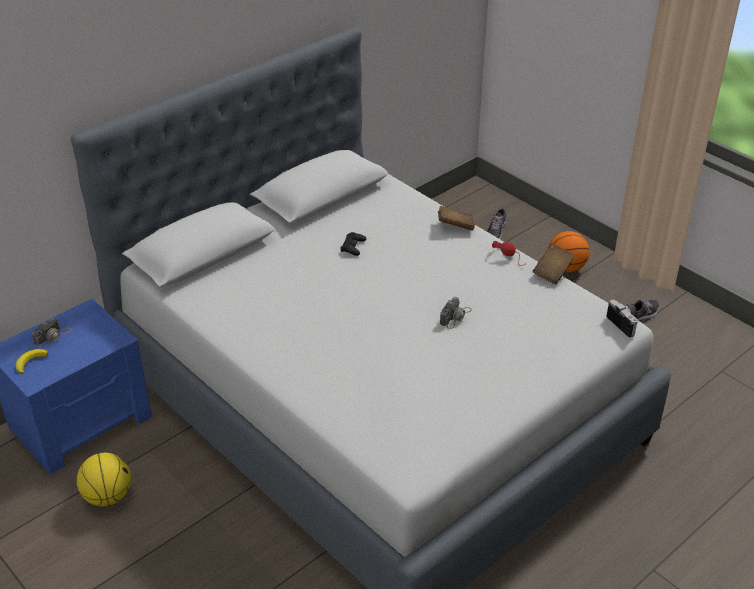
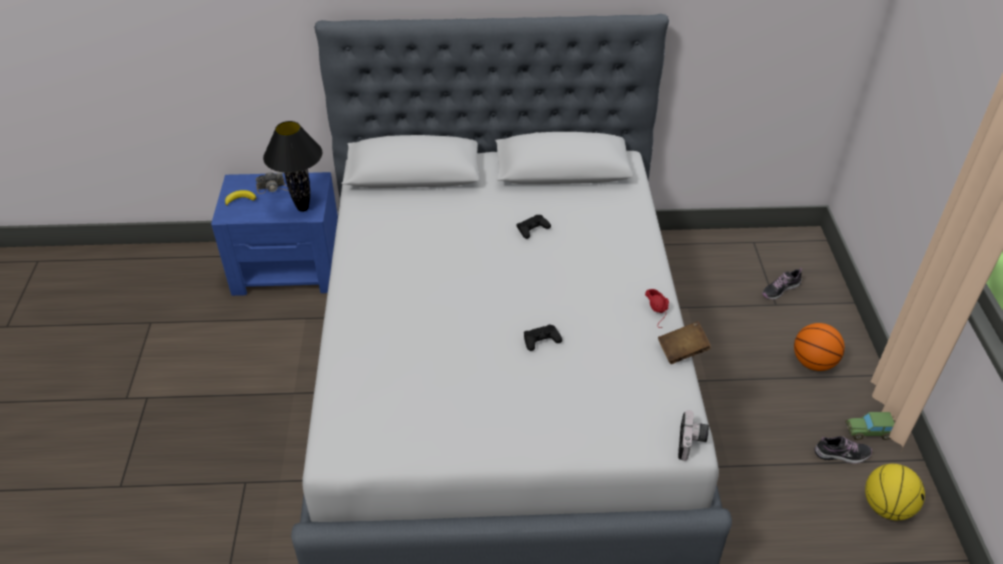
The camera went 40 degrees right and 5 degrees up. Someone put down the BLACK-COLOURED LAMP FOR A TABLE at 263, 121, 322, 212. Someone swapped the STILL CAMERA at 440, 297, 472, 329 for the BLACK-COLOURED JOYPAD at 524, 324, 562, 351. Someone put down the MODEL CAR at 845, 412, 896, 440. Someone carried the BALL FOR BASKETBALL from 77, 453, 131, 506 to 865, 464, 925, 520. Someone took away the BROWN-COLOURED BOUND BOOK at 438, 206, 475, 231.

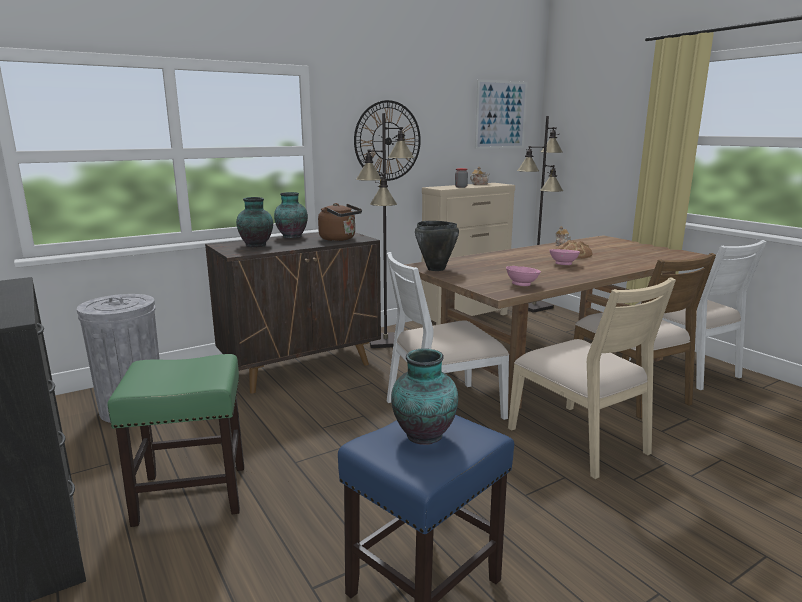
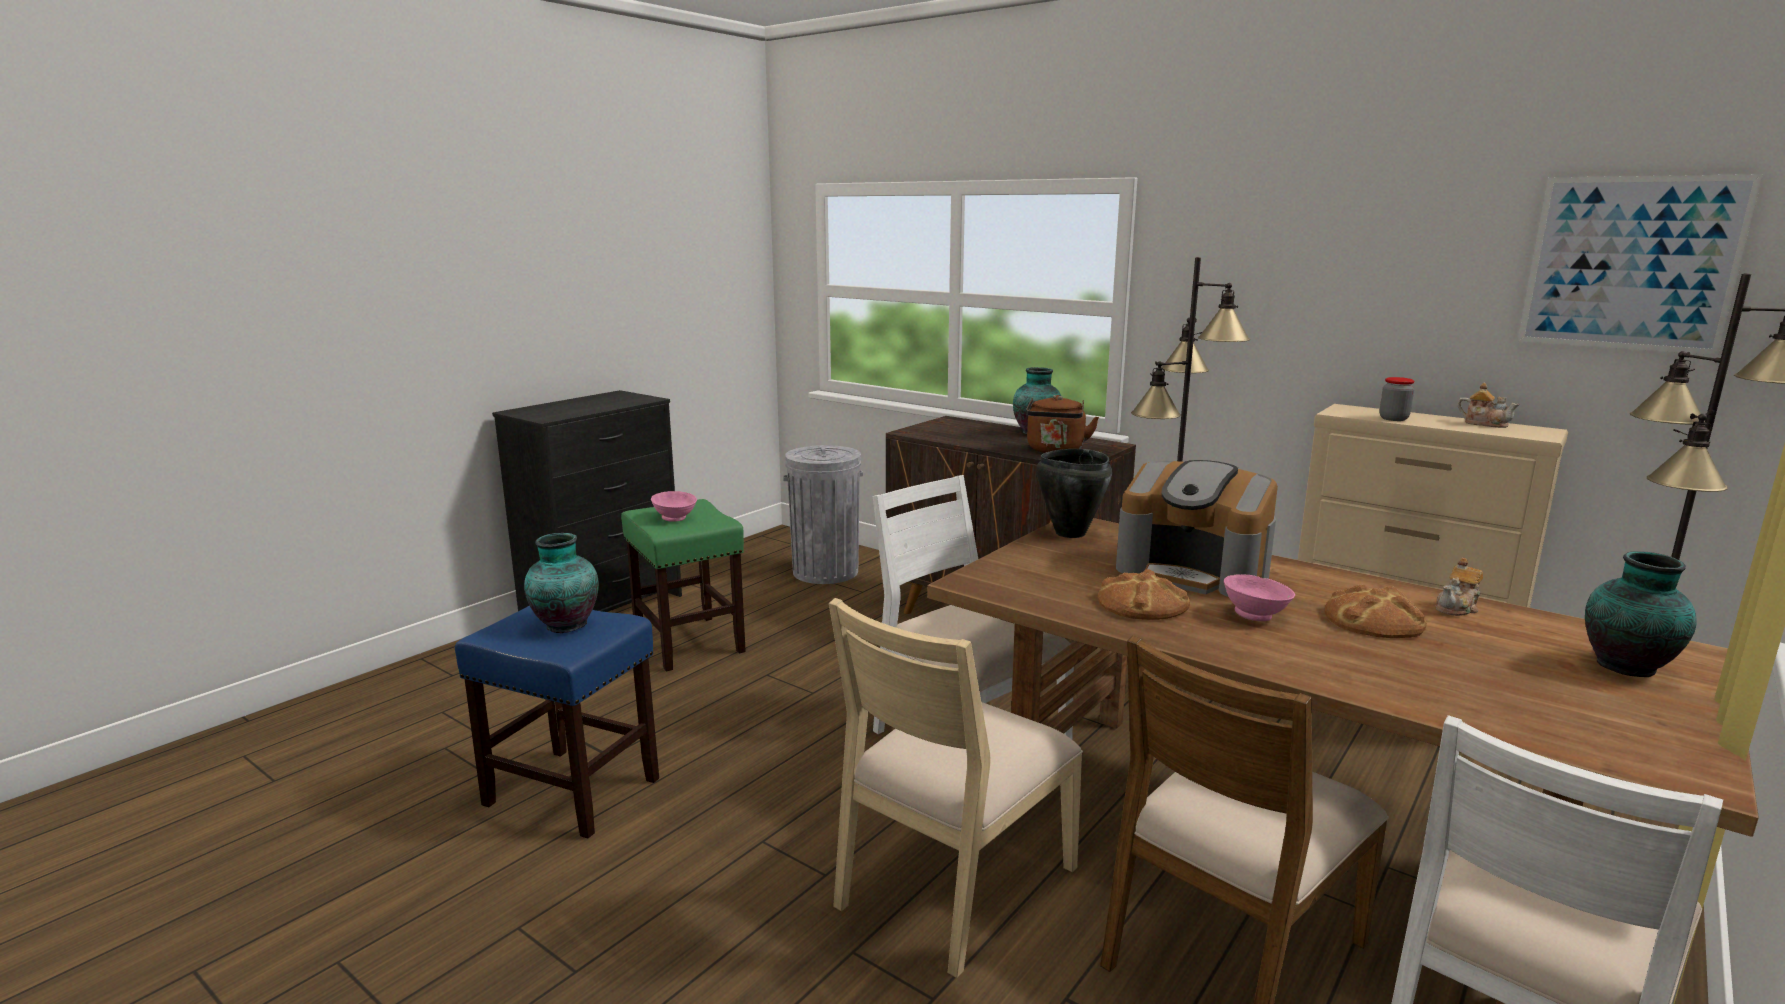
The camera went 70 degrees right and 0 degrees up. Someone carried the PINKISH SERVING BOWL from 506, 266, 541, 286 to 651, 491, 697, 522. Someone put down the BAKERY BREAD at 1098, 569, 1190, 620. Someone put down the COFFEE MACHINE at 1116, 460, 1278, 597. Someone carried the DECORATIVE VASE from 236, 197, 273, 247 to 1585, 551, 1697, 677. Someone took away the CLOCK ON THE WALL at 354, 100, 421, 181.

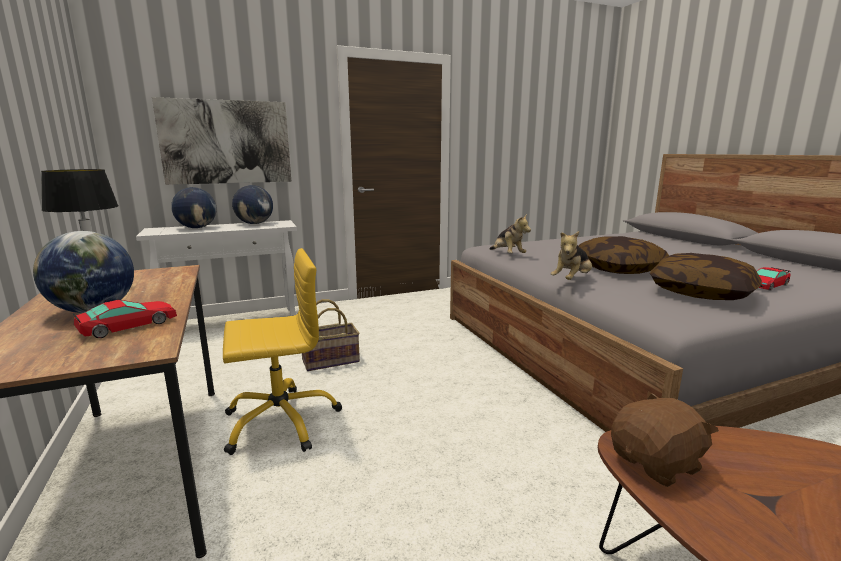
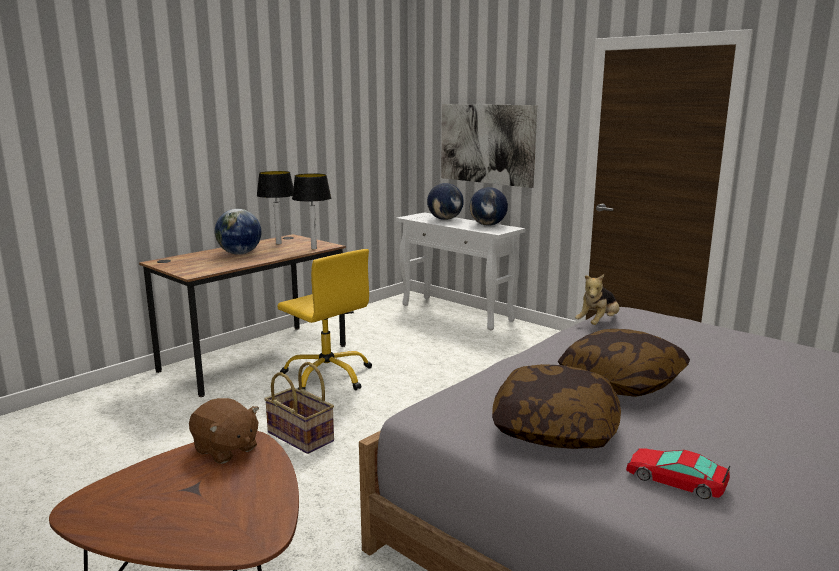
The camera went 65 degrees right and 0 degrees up. Someone carried the STORAGE BASKET from 302, 299, 360, 371 to 264, 362, 334, 454. Someone put down the LAMP FOR A TABLE at 292, 173, 331, 249. Someone took away the MODEL CAR at 72, 300, 177, 338. Someone took away the PLUSH TOY at 551, 231, 592, 280.

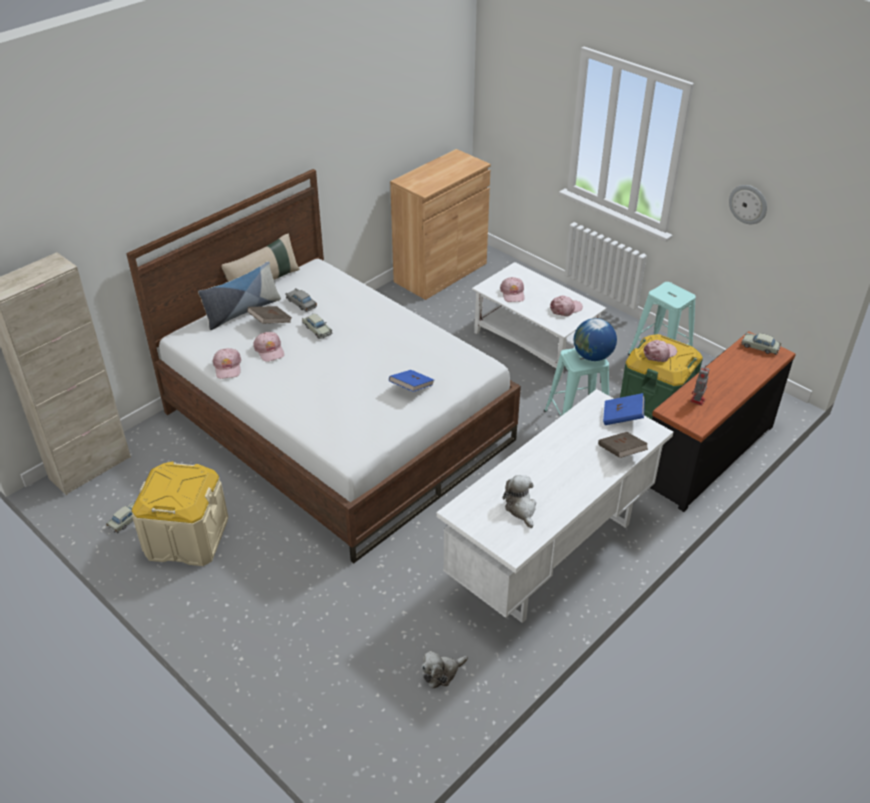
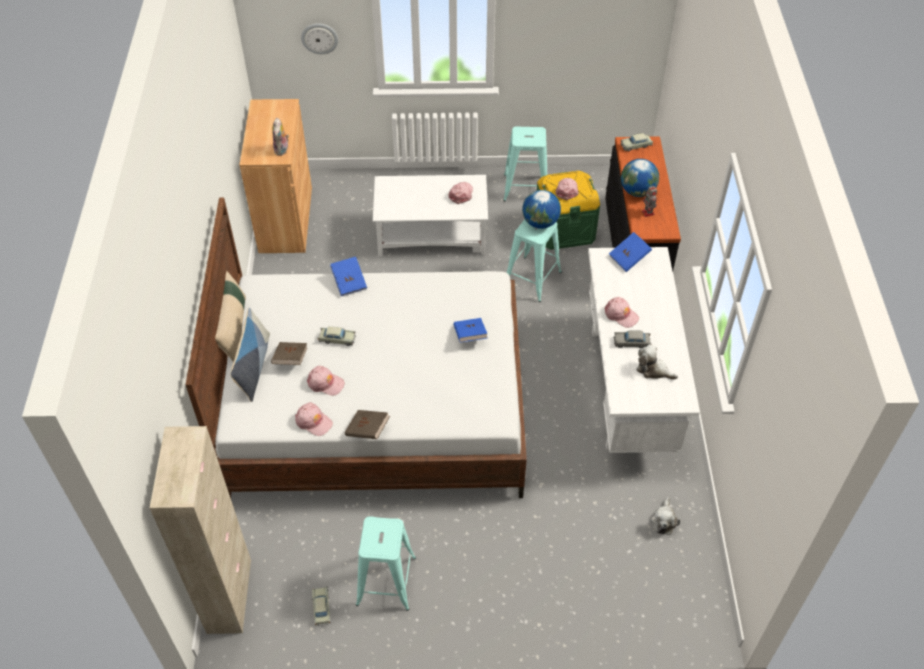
The camera went 45 degrees left and 10 degrees up. Someone put down the PLUSH TOY at 272, 118, 289, 156. Someone carried the CLOCK ON THE WALL from 729, 185, 767, 224 to 301, 23, 338, 54. Someone put down the BLUE BOUND BOOK at 330, 257, 367, 296. Someone carried the BROWN-COLOURED BOUND BOOK from 598, 432, 648, 458 to 345, 410, 390, 439. Someone swapped the BEIGE STORAGE BIN at 132, 462, 228, 566 for the BLUE-GREEN SITTING STOOL at 356, 516, 416, 611. Someone carried the PINKISH CAP from 500, 277, 524, 302 to 605, 297, 639, 328. Someone carried the GREY MODEL CAR from 285, 288, 317, 312 to 614, 330, 652, 348. Someone put down the WORLD GLOBE at 621, 159, 659, 197.

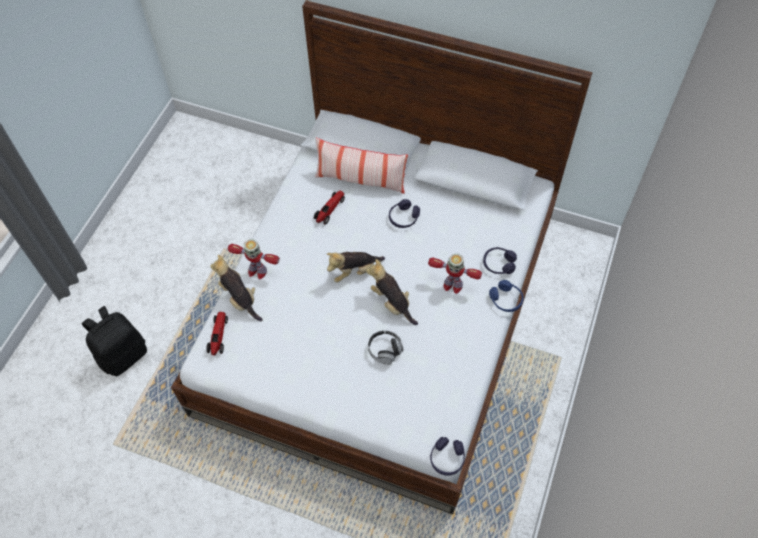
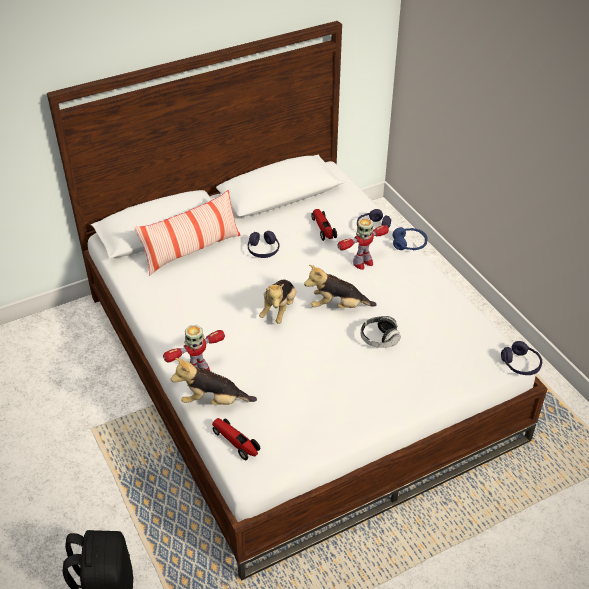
The camera went 50 degrees left and 15 degrees down. Someone carried the MODEL CAR from 314, 191, 345, 225 to 311, 209, 337, 241.

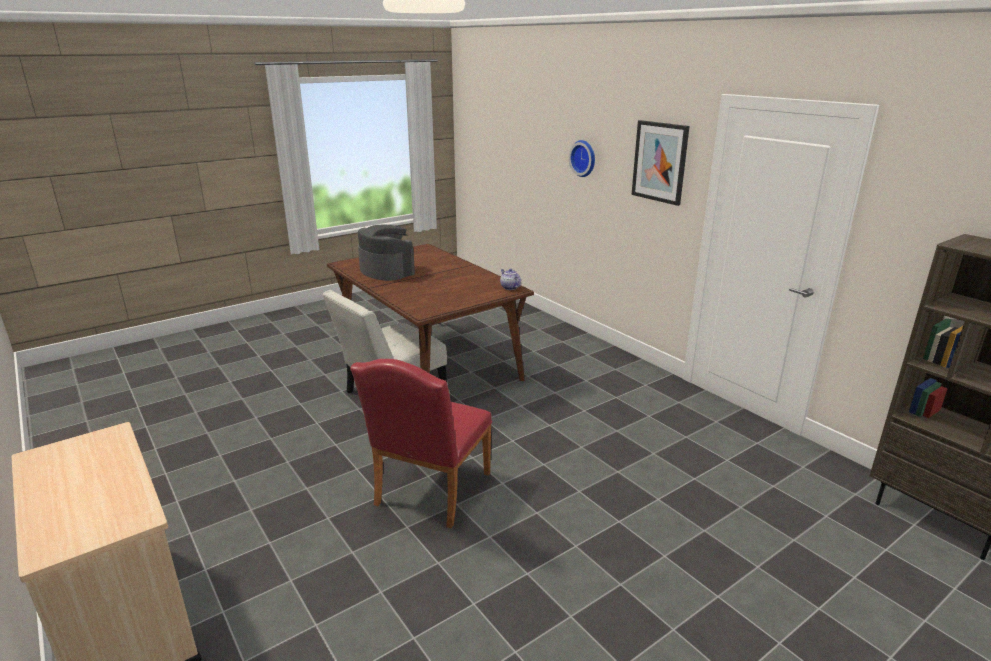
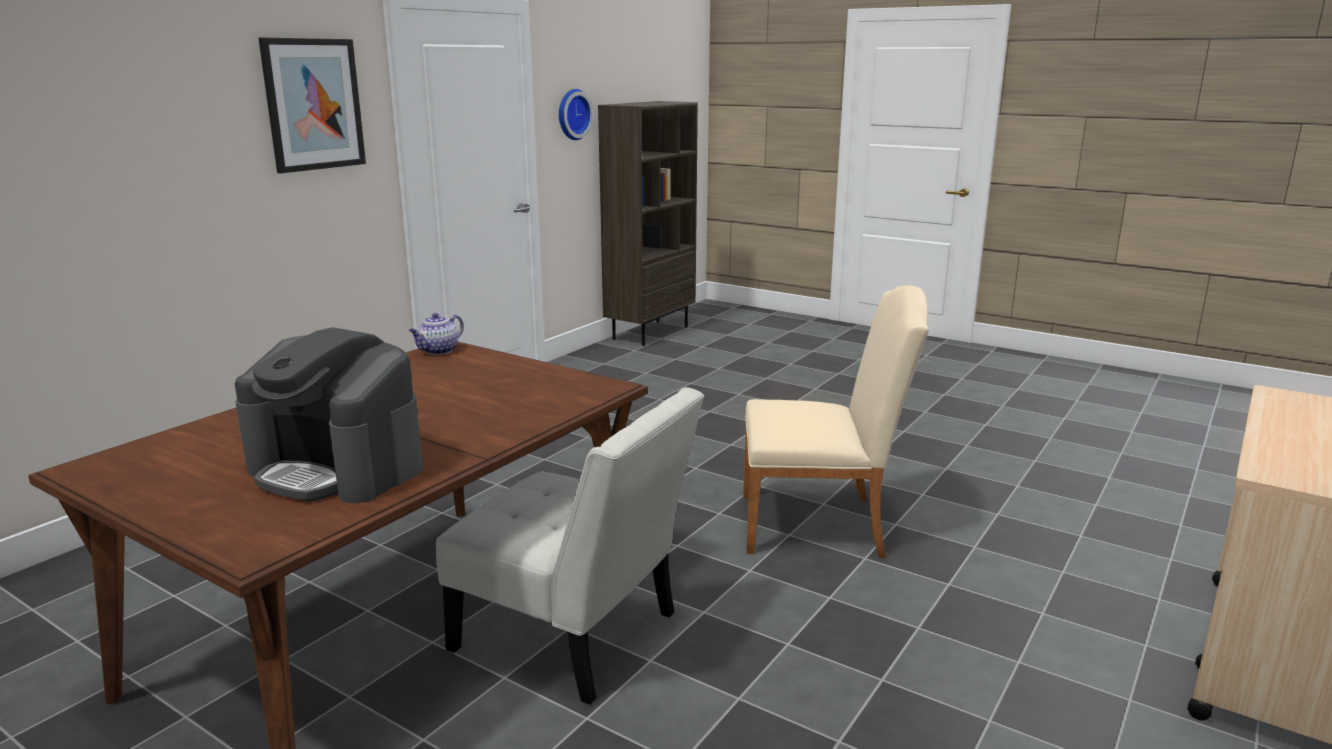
The camera went 110 degrees left and 5 degrees down. Someone rotated the COFFEE MACHINE at 358, 225, 415, 281 by 90 degrees counterclockwise. Someone carried the CLOCK ON THE WALL from 569, 140, 595, 177 to 559, 89, 593, 140. Someone repainted the RED PLAIN CHAIR at 350, 359, 492, 528, which became the BEIGE PLAIN CHAIR at 743, 285, 929, 558.

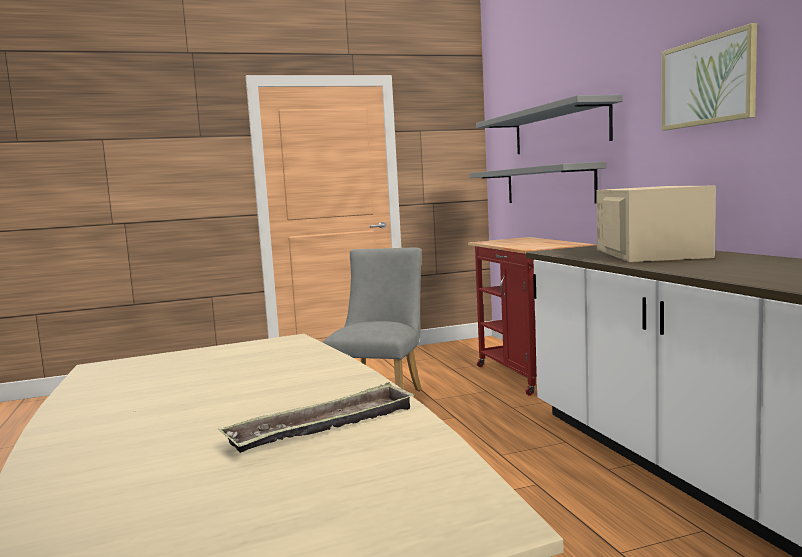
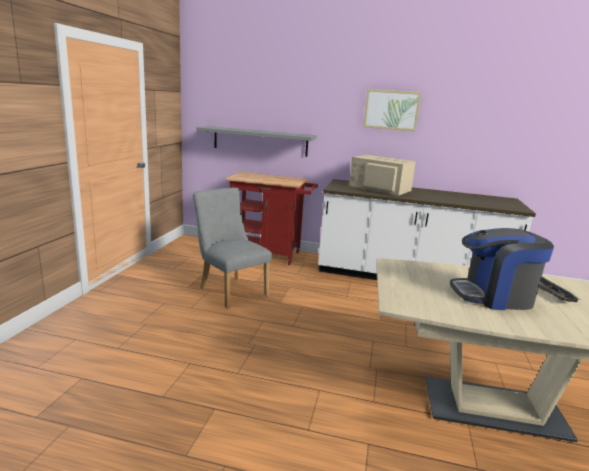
The camera went 60 degrees left and 10 degrees up. Someone put down the COFFEE MACHINE at 450, 228, 554, 310. Someone took away the GREY WALL SHELF at 476, 95, 622, 154.

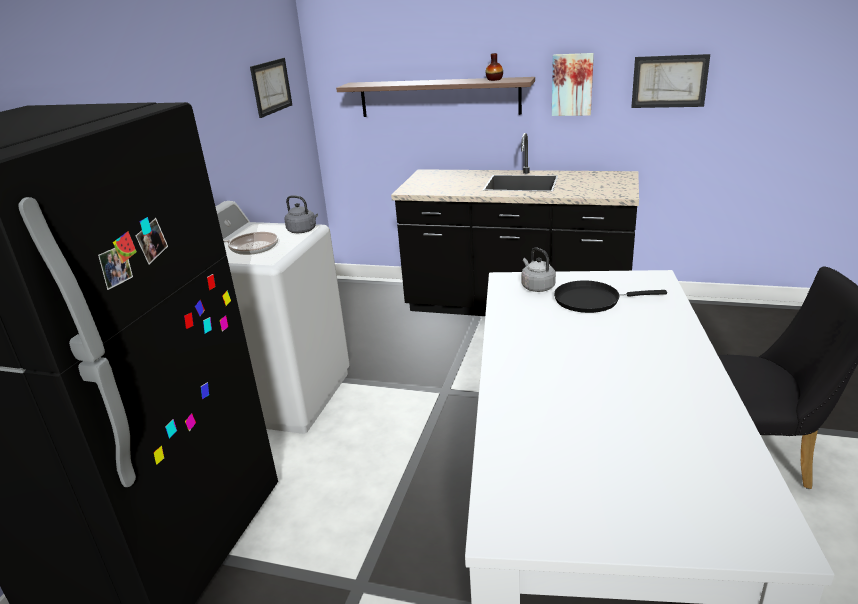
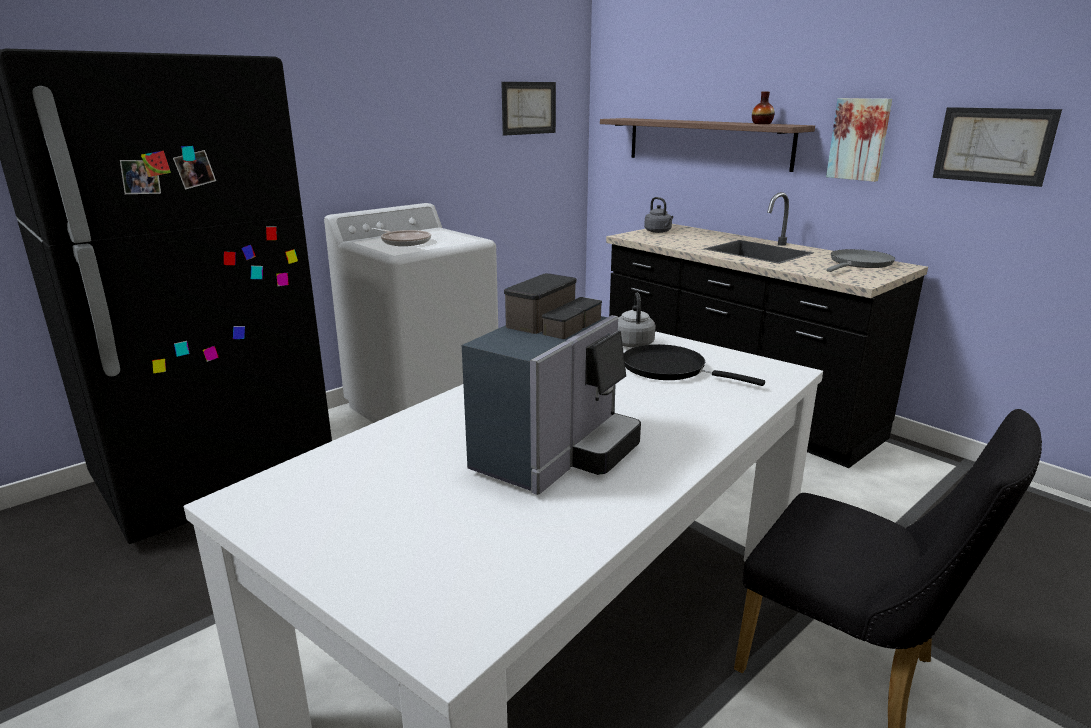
The camera went 30 degrees right and 5 degrees down. Someone put down the COFFEE MACHINE at 462, 273, 641, 495. Someone carried the GREY WATER KETTLE from 284, 195, 318, 233 to 644, 197, 673, 233. Someone put down the GREY PAN at 826, 249, 895, 272.

